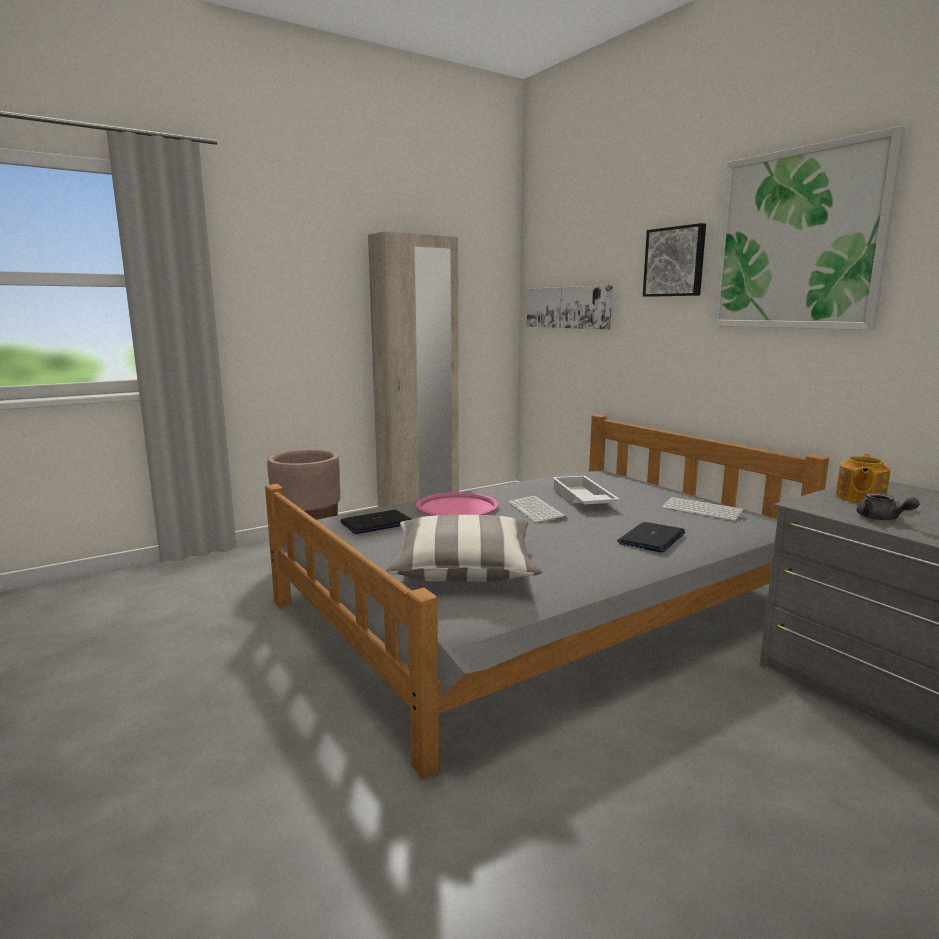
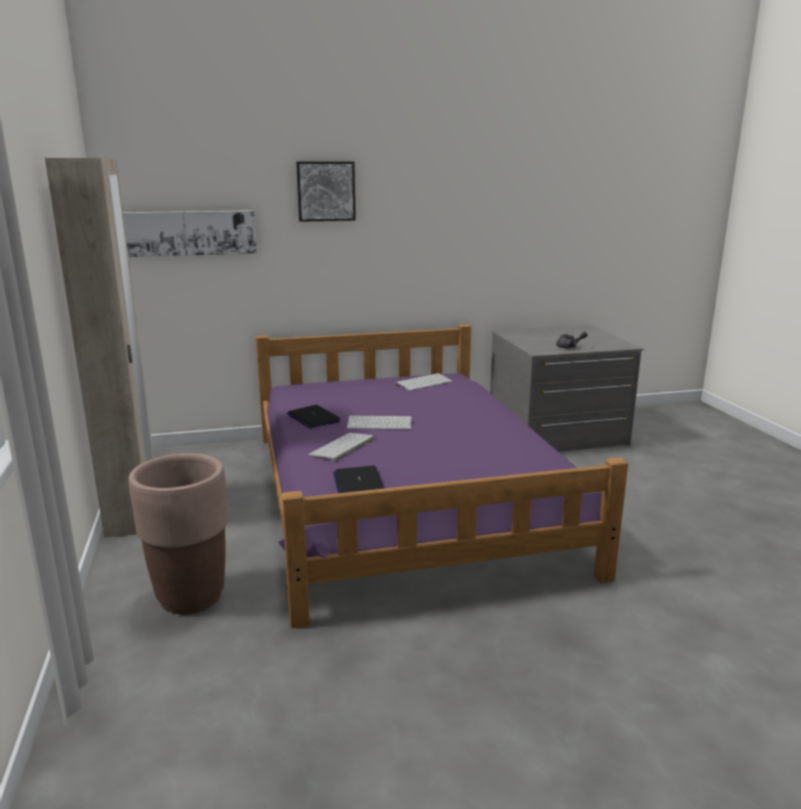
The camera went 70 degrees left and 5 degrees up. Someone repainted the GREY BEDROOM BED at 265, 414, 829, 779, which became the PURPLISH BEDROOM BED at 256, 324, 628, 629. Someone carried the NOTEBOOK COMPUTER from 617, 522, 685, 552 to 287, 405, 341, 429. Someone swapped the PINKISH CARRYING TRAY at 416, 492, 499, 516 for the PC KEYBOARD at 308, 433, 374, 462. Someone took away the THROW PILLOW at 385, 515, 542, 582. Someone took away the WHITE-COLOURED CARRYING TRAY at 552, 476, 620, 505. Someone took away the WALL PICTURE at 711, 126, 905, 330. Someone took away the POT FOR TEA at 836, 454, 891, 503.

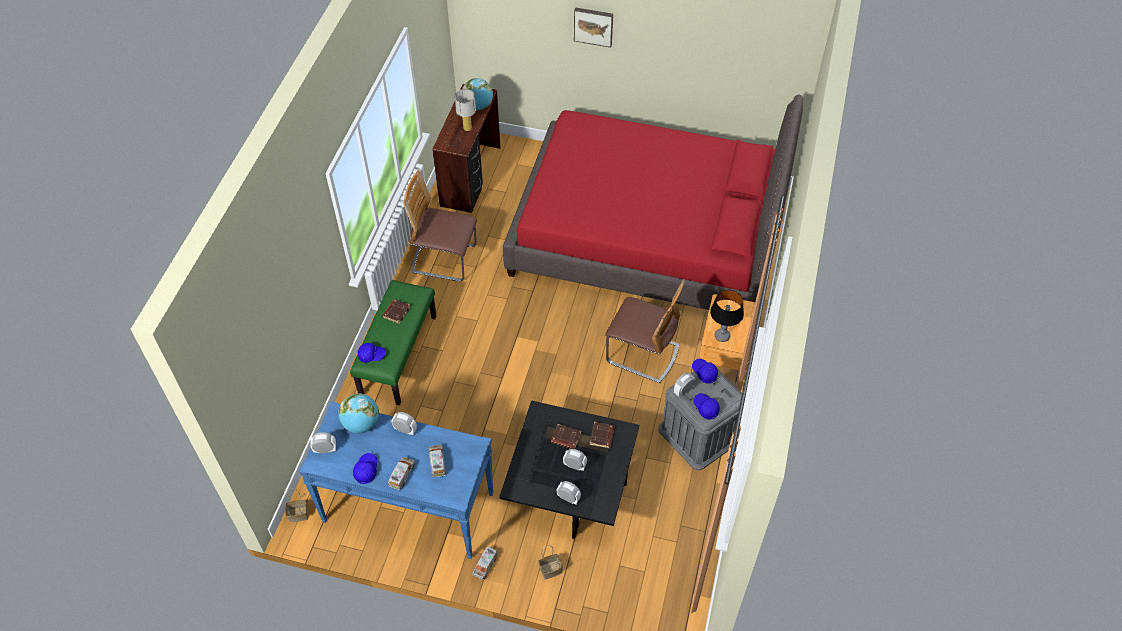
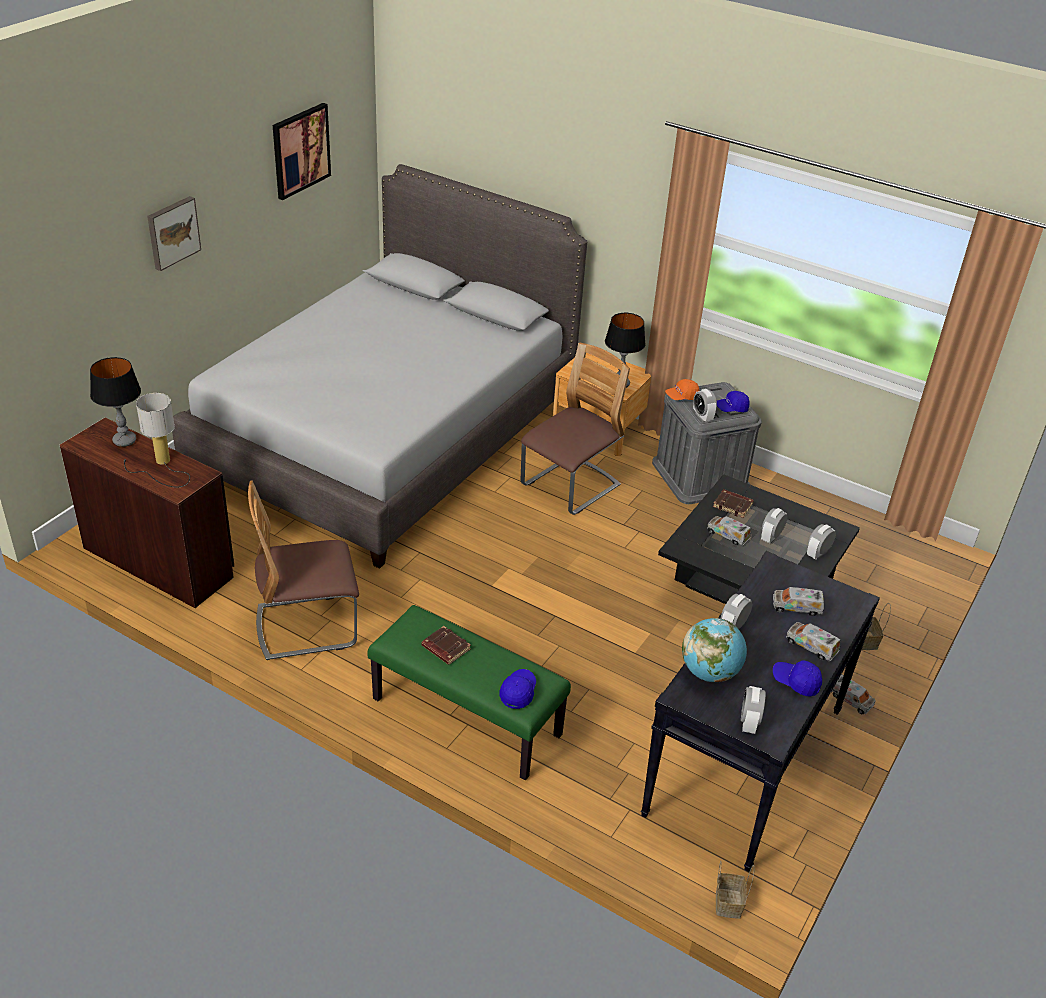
The camera went 75 degrees left and 15 degrees down. Someone swapped the WORLD GLOBE at 462, 78, 493, 110 for the LAMP FOR A TABLE at 90, 357, 141, 447. Someone repainted the RED BEDROOM BED at 503, 95, 804, 310, which became the GREY BEDROOM BED at 172, 164, 587, 569. Someone rotated the PLAIN CHAIR at 404, 170, 477, 281 by 45 degrees clockwise. Someone put up the WALL PICTURE at 273, 103, 331, 200. Someone repainted the BLUE HALL TABLE at 299, 401, 494, 559, which became the BLACK-COLOURED HALL TABLE at 641, 551, 880, 872. Someone repainted the BLUE CAP at 692, 359, 718, 384, which became the ORANGE-COLOURED CAP at 665, 379, 699, 400. Someone swapped the BROWN-COLOURED BOUND BOOK at 551, 424, 581, 449 for the TOY LORRY at 707, 516, 751, 546.

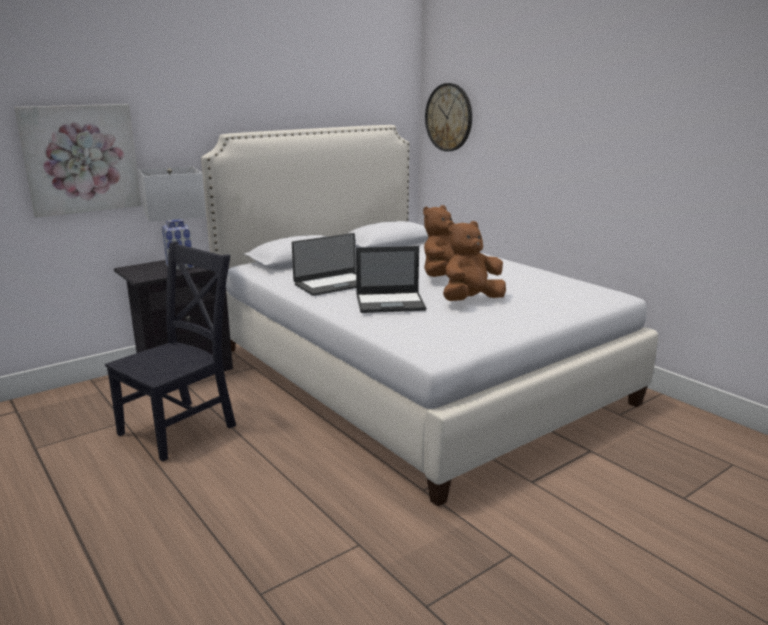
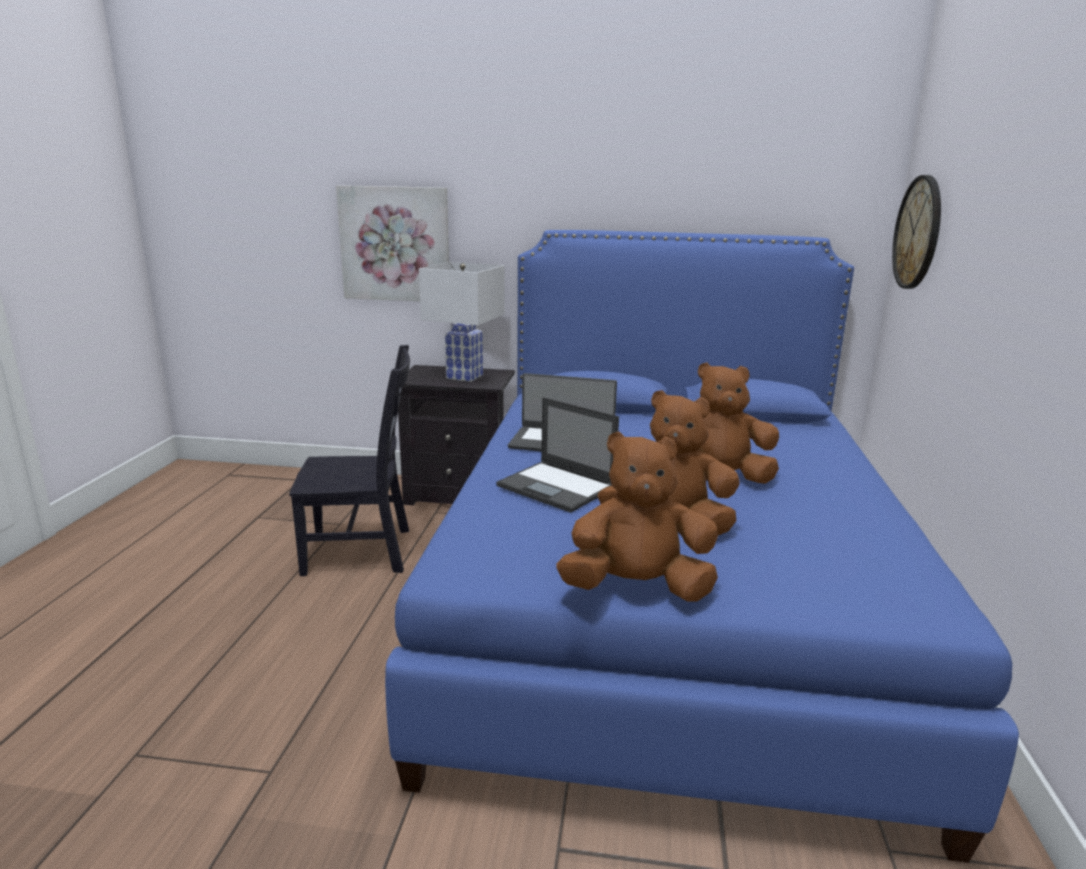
The camera went 45 degrees right and 0 degrees up. Someone repainted the WHITE-COLOURED BEDROOM BED at 201, 125, 658, 507, which became the BLUE BEDROOM BED at 385, 230, 1019, 863. Someone put down the BROWN-COLOURED PLUSH TOY at 556, 432, 718, 601.

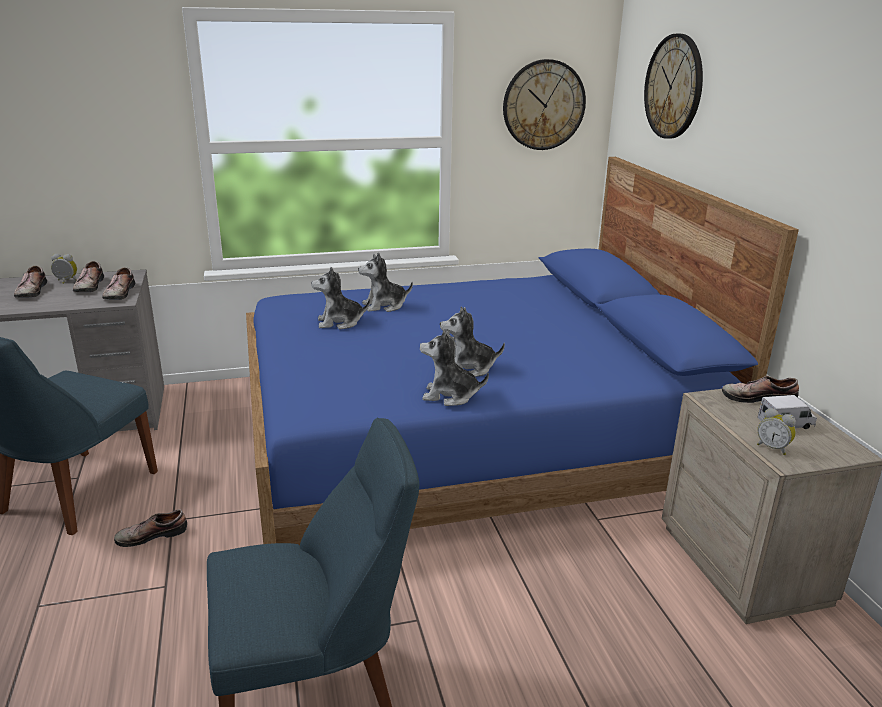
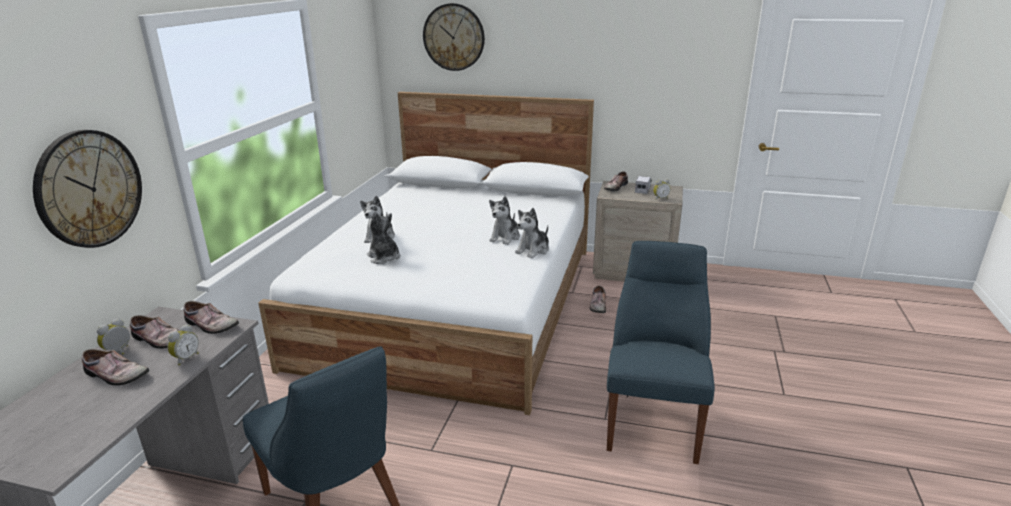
The camera went 60 degrees left and 0 degrees up. Someone carried the CLOCK ON THE WALL from 503, 59, 586, 150 to 33, 130, 142, 248. Someone put down the BEDSIDE CLOCK at 167, 324, 199, 365. Someone repainted the BLUE BEDROOM BED at 246, 157, 799, 545, which became the WHITE-COLOURED BEDROOM BED at 258, 92, 594, 415. Someone rotated the PLUSH TOY at 311, 267, 370, 329 by 120 degrees clockwise. Someone carried the ITEM OF FOOTWEAR from 114, 509, 187, 547 to 590, 285, 606, 313.

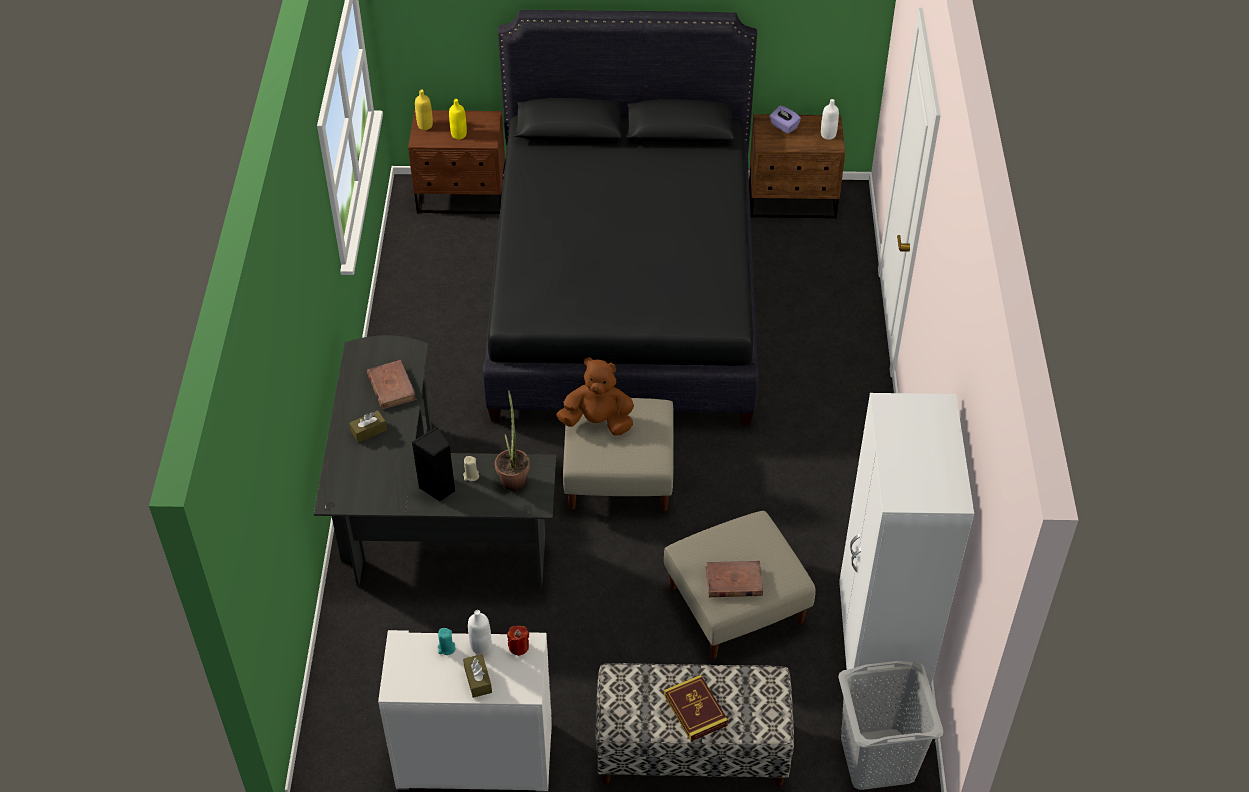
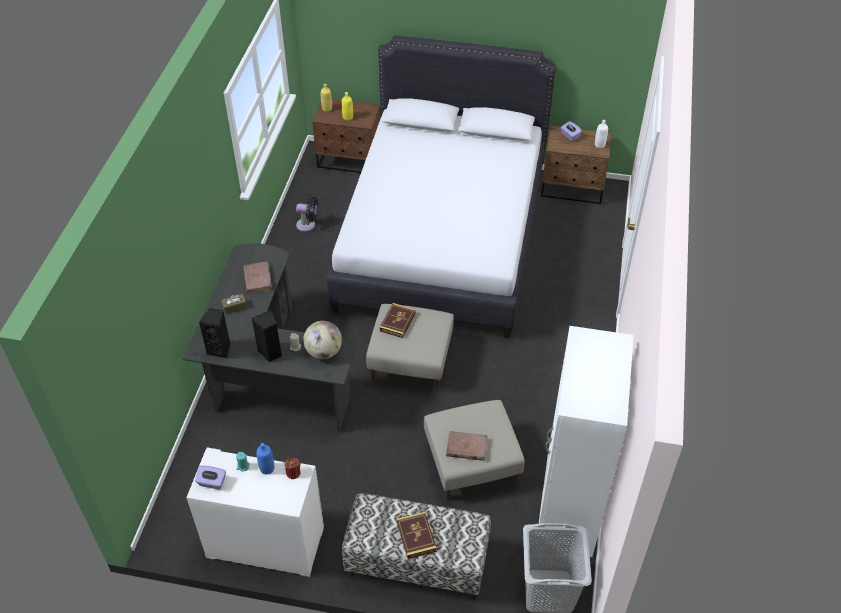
The camera went 10 degrees right and 0 degrees up. Someone put down the PURPLISH TISSUE HOLDER at 195, 465, 226, 490. Someone put down the BLACK-COLOURED SPEAKER at 199, 308, 230, 359. Someone repainted the WHITE-COLOURED DRINK BOTTLE at 468, 610, 491, 654, which became the BLUE DRINK BOTTLE at 256, 443, 274, 474. Someone put down the BLACK-COLOURED ELECTRIC FAN at 296, 197, 318, 232. Someone swapped the POTTED PLANT at 495, 390, 530, 491 for the WORLD GLOBE at 303, 321, 342, 359. Someone repainted the BLACK-COLOURED BEDROOM BED at 483, 10, 759, 425, which became the WHITE-COLOURED BEDROOM BED at 327, 35, 556, 338. Someone swapped the BROWN-COLOURED PLUSH TOY at 556, 358, 634, 436 for the BOUND BOOK at 380, 303, 416, 338. Someone took away the BROWN-COLOURED TISSUE HOLDER at 463, 654, 492, 698.

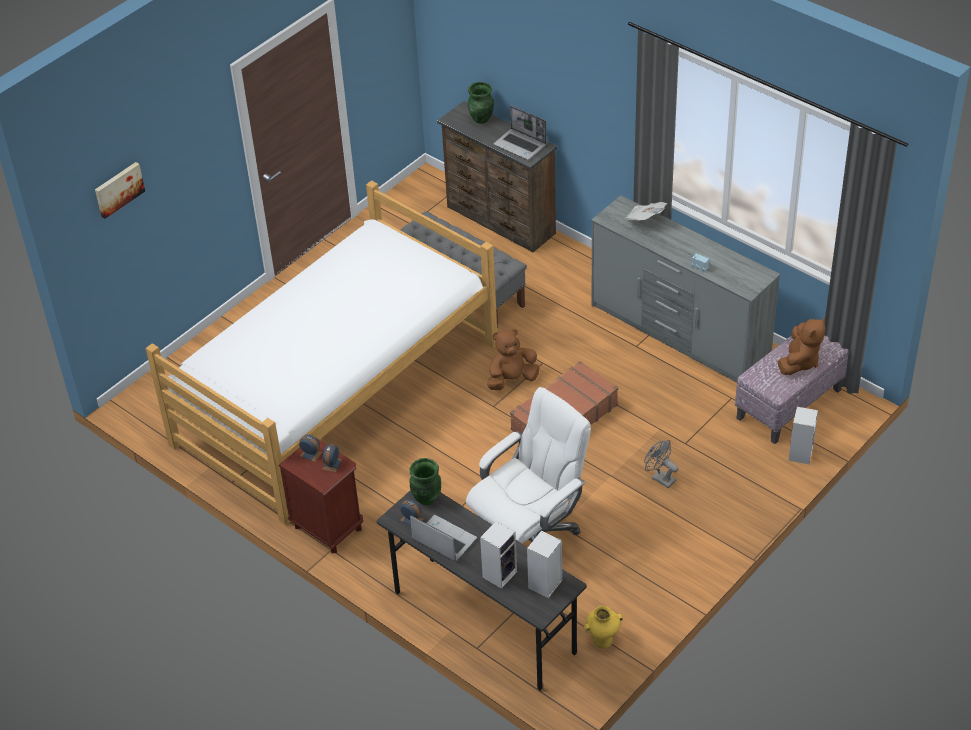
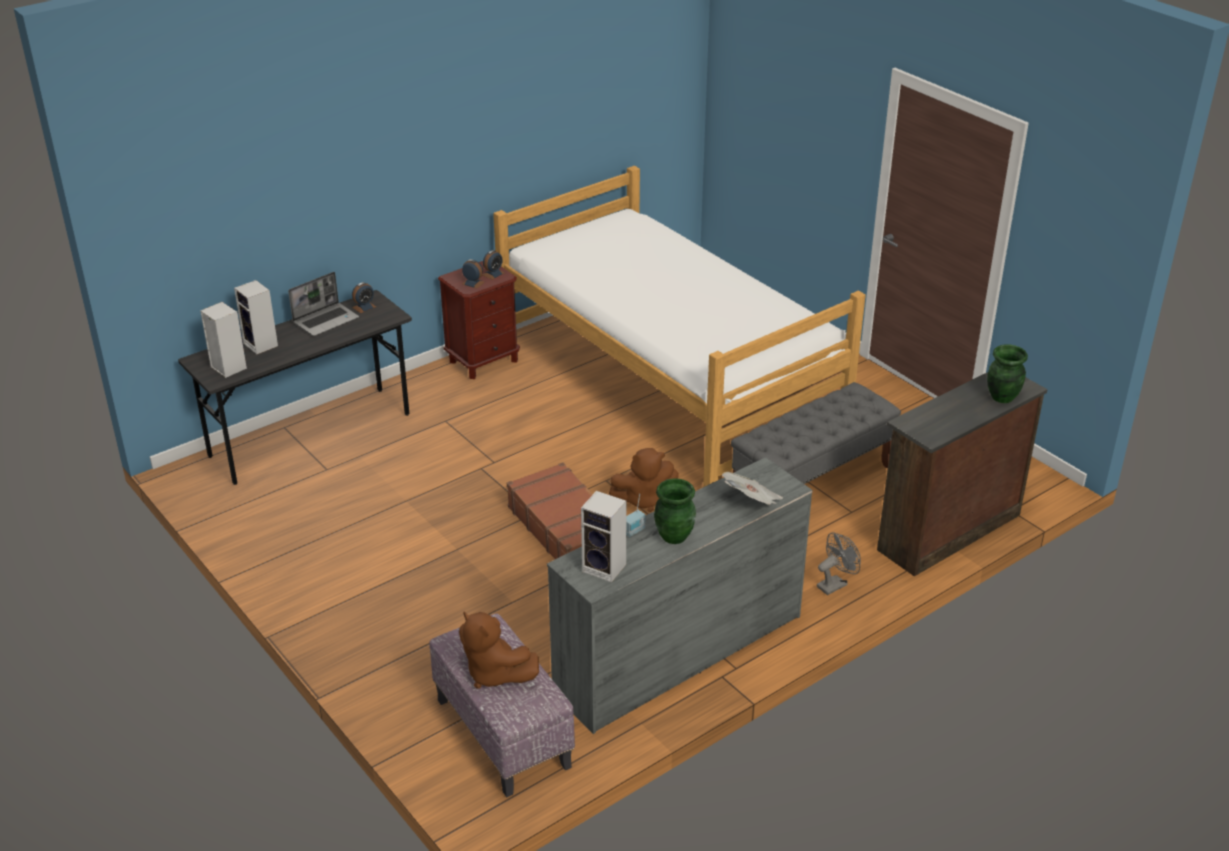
The camera went 100 degrees right and 10 degrees down. Someone carried the SPEAKER from 789, 407, 818, 464 to 581, 491, 627, 583. Someone rotated the BROWN-COLOURED PLUSH TOY at 487, 328, 539, 390 by 90 degrees clockwise. Someone carried the GREEN DECORATIVE VASE from 409, 458, 441, 505 to 654, 478, 696, 544. Someone carried the GREY ELECTRIC FAN from 644, 440, 678, 488 to 817, 533, 861, 595. Someone took away the WALL PICTURE at 95, 162, 145, 219. Someone took away the WHITE-COLOURED COMPUTER CHAIR at 466, 387, 591, 543. Someone took away the NOTEBOOK COMPUTER at 494, 106, 547, 160. Someone took away the YELLOWISH DECORATIVE VASE at 583, 606, 623, 649.

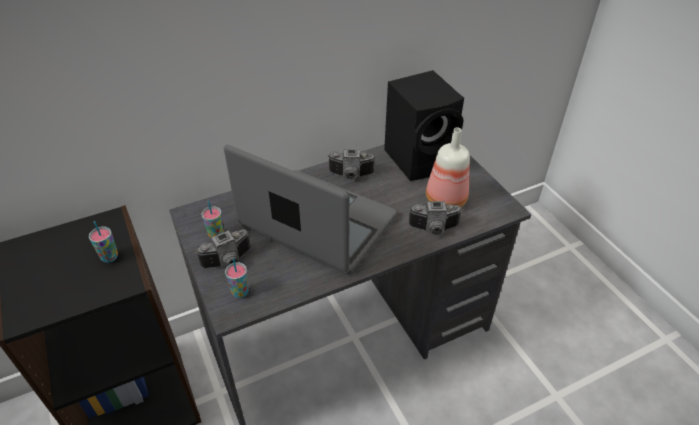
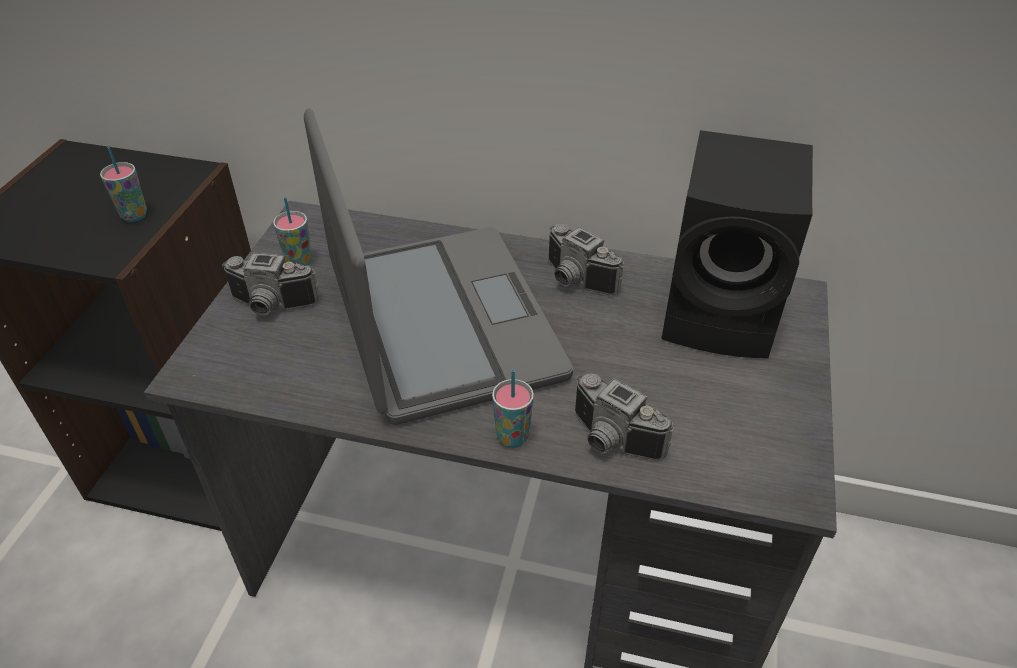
The camera went 40 degrees right and 0 degrees up. Someone carried the DRINKING CUP from 225, 258, 249, 298 to 492, 370, 534, 448. Someone took away the DRINK BOTTLE at 426, 128, 470, 207.

